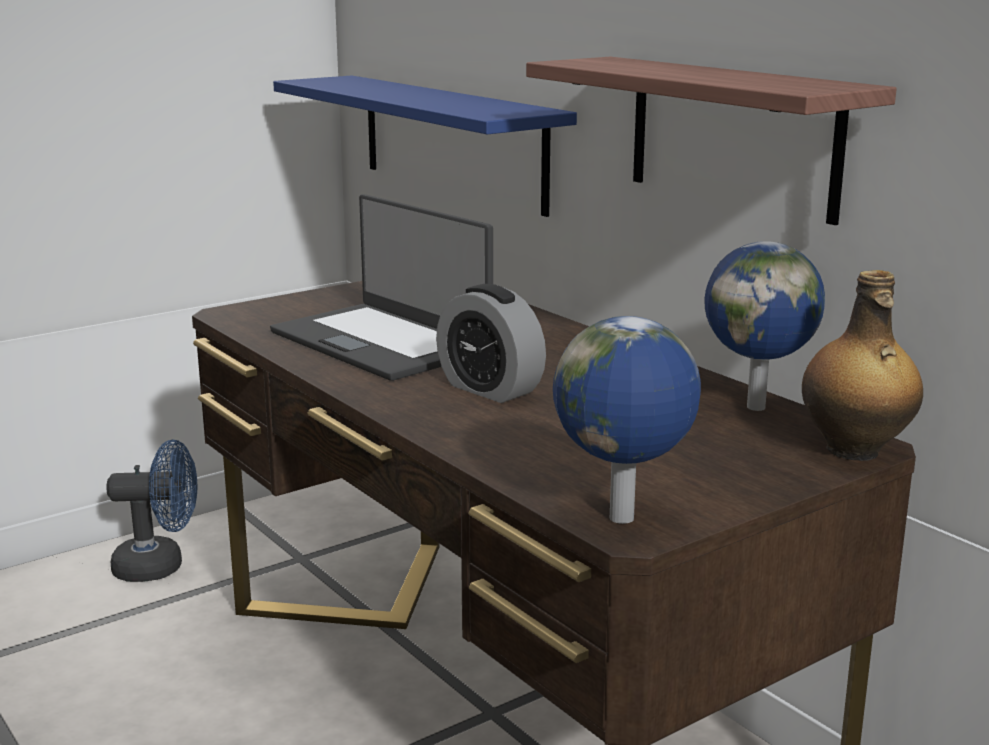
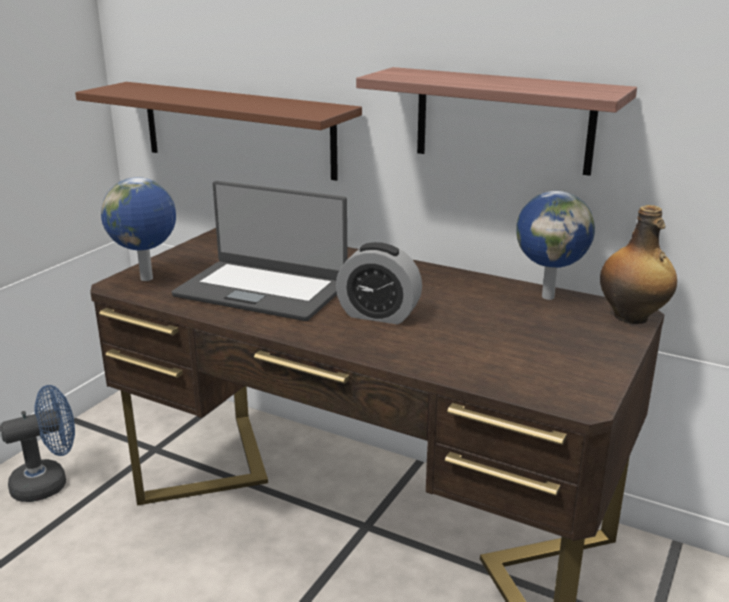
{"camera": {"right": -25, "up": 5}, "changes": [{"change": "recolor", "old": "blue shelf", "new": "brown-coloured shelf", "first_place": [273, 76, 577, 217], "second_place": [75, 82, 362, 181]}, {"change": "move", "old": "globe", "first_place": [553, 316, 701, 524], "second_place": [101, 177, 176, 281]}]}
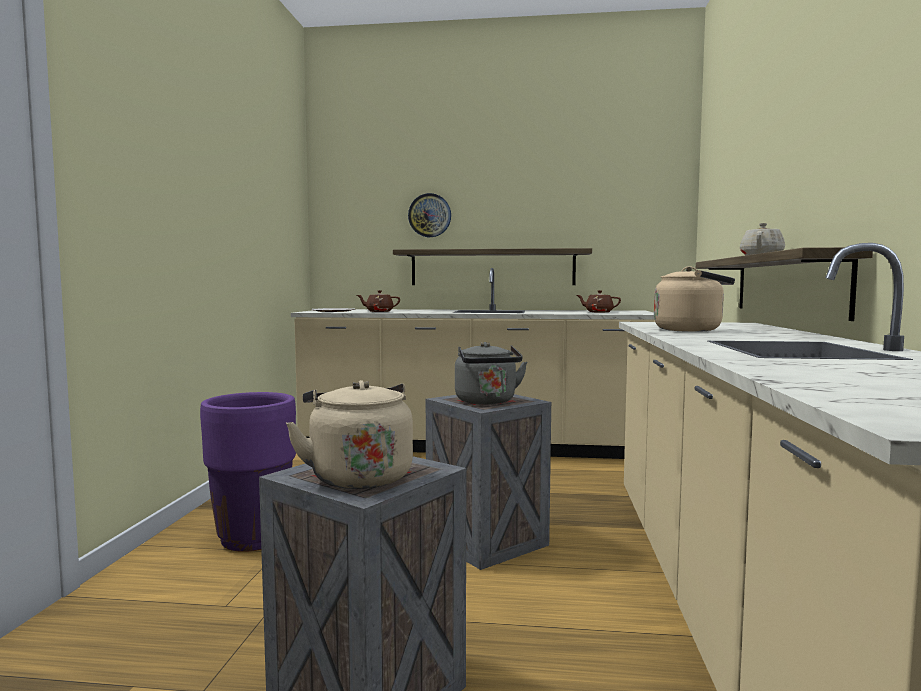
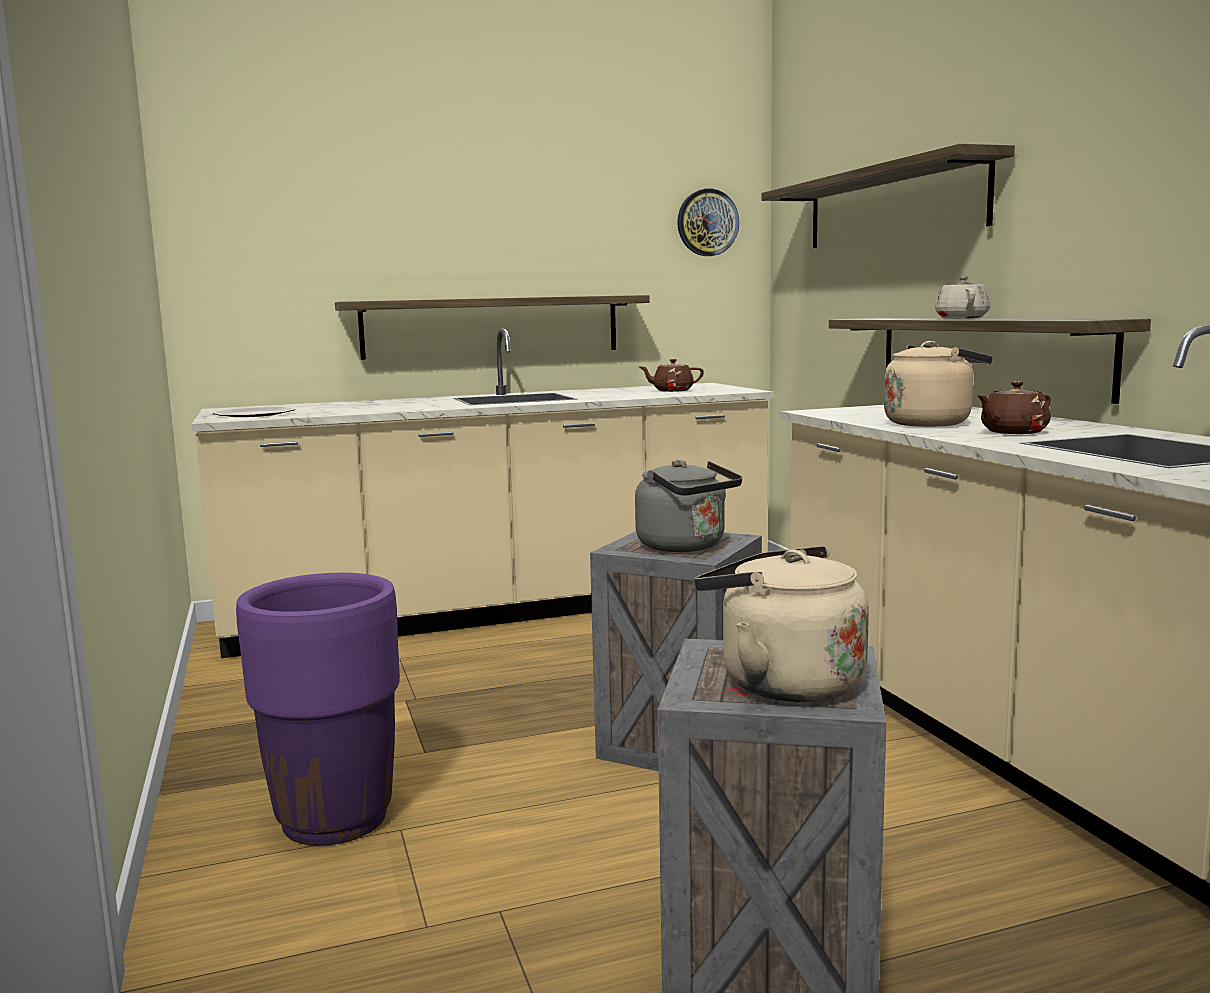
{"camera": {"right": -25, "up": 5}, "changes": [{"change": "move", "old": "hanging clock", "first_place": [408, 193, 451, 237], "second_place": [677, 188, 739, 256]}, {"change": "insert", "new": "shelf", "second_place": [761, 144, 1015, 248]}, {"change": "move", "old": "brown-coloured pot for tea", "first_place": [357, 290, 400, 312], "second_place": [978, 381, 1051, 434]}]}
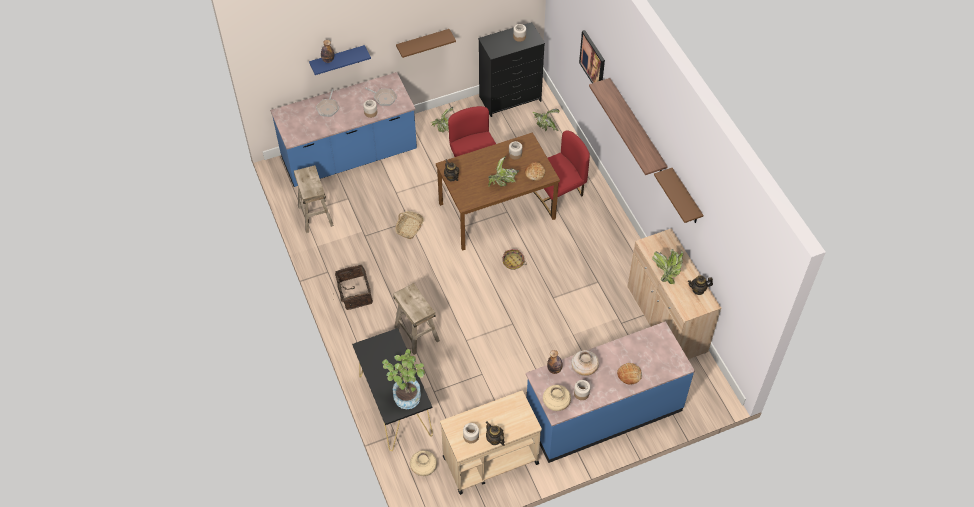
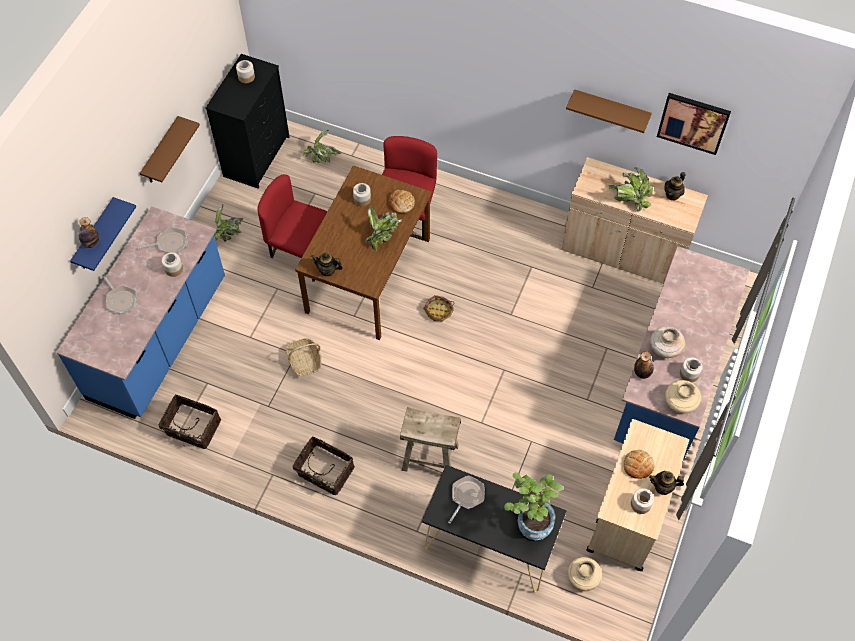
{"camera": {"right": -45, "up": 5}, "changes": [{"change": "replace", "old": "sand-coloured stool", "new": "household basket", "first_place": [294, 165, 334, 233], "second_place": [159, 395, 222, 449]}, {"change": "insert", "new": "skillet", "second_place": [448, 475, 485, 524]}, {"change": "move", "old": "bread", "first_place": [617, 363, 642, 385], "second_place": [624, 450, 655, 479]}, {"change": "move", "old": "picture", "first_place": [579, 30, 605, 83], "second_place": [657, 93, 731, 155]}, {"change": "delete", "old": "shelf", "first_place": [589, 78, 668, 175]}]}
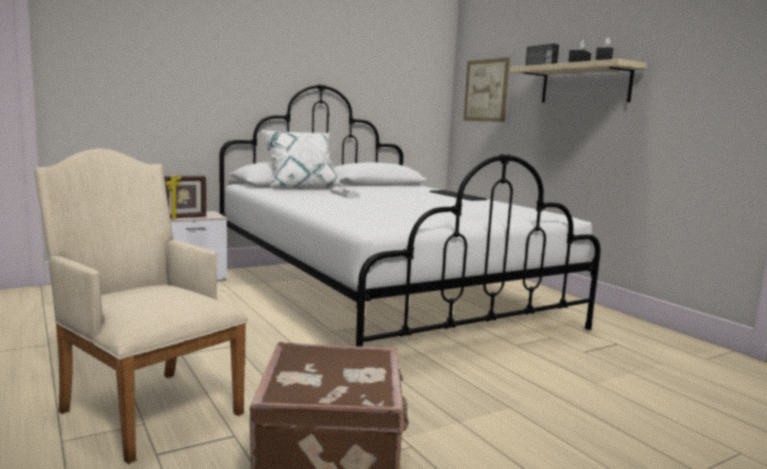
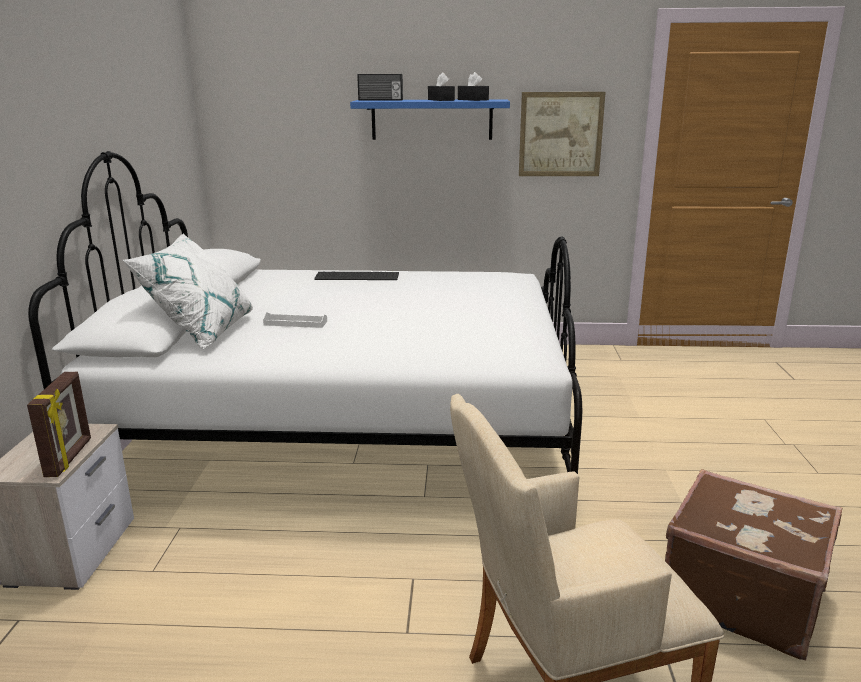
{"camera": {"right": -55, "up": 10}, "changes": [{"change": "recolor", "old": "sand-coloured shelf", "new": "blue shelf", "first_place": [510, 59, 647, 103], "second_place": [350, 99, 510, 140]}, {"change": "move", "old": "picture", "first_place": [463, 57, 510, 122], "second_place": [519, 92, 606, 176]}]}
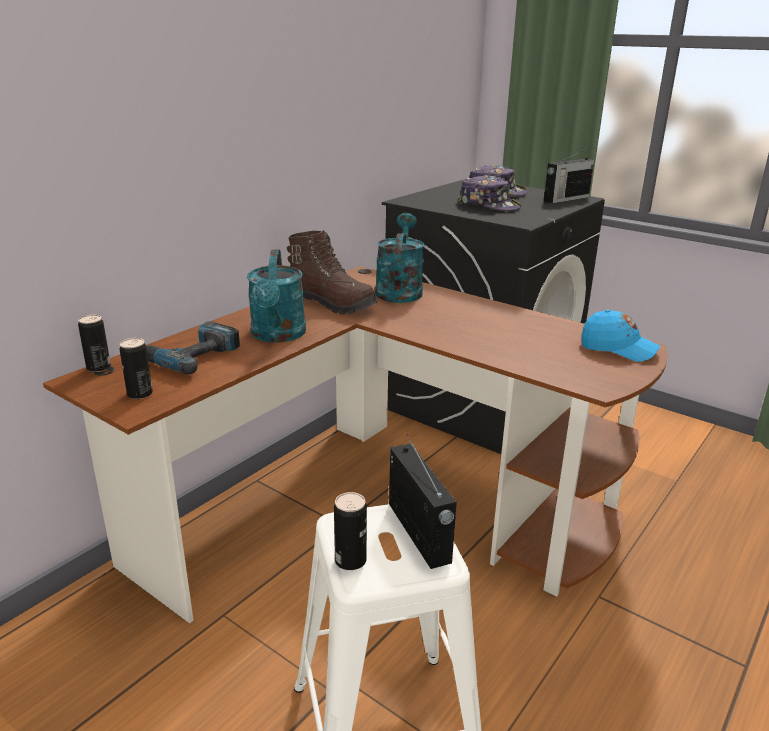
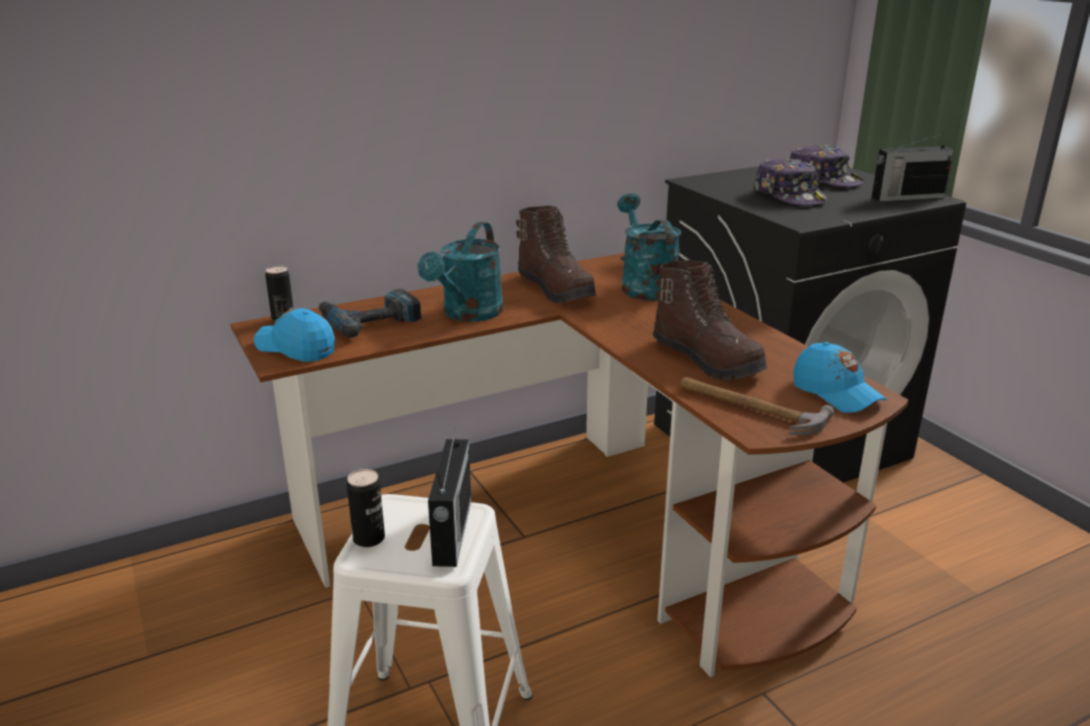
{"camera": {"right": 25, "up": 0}, "changes": [{"change": "replace", "old": "can", "new": "blue peaked cap", "first_place": [120, 338, 153, 399], "second_place": [254, 308, 335, 362]}, {"change": "rotate", "old": "turquoise sprinkling can", "first_place": [375, 213, 425, 303], "second_place": [617, 193, 681, 301], "degrees": -45}, {"change": "insert", "new": "brown-coloured tall boot", "second_place": [653, 260, 767, 381]}, {"change": "insert", "new": "hand hammer", "second_place": [680, 377, 834, 435]}]}
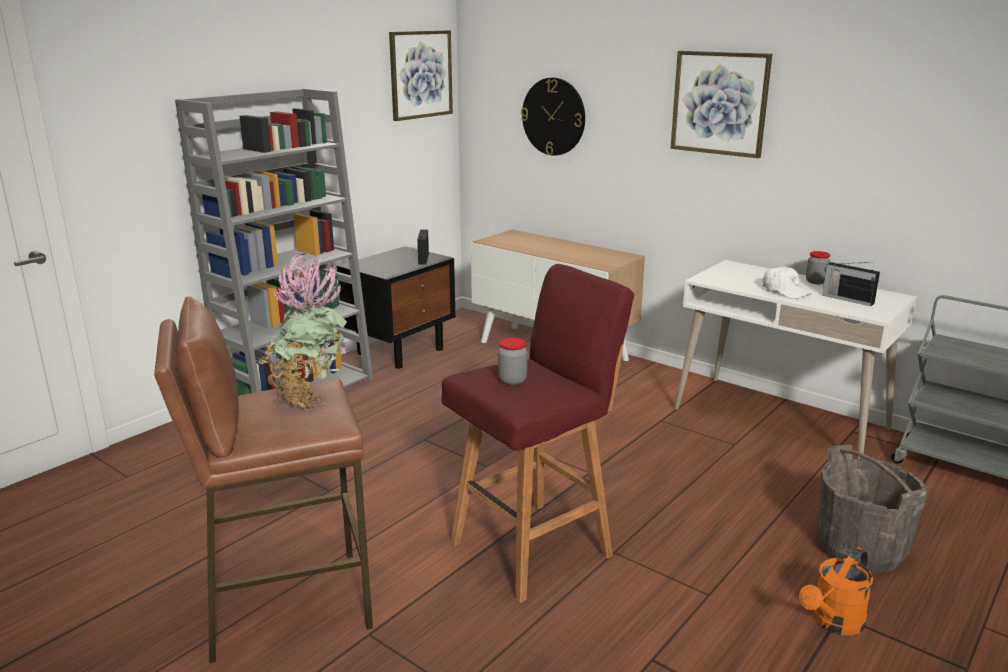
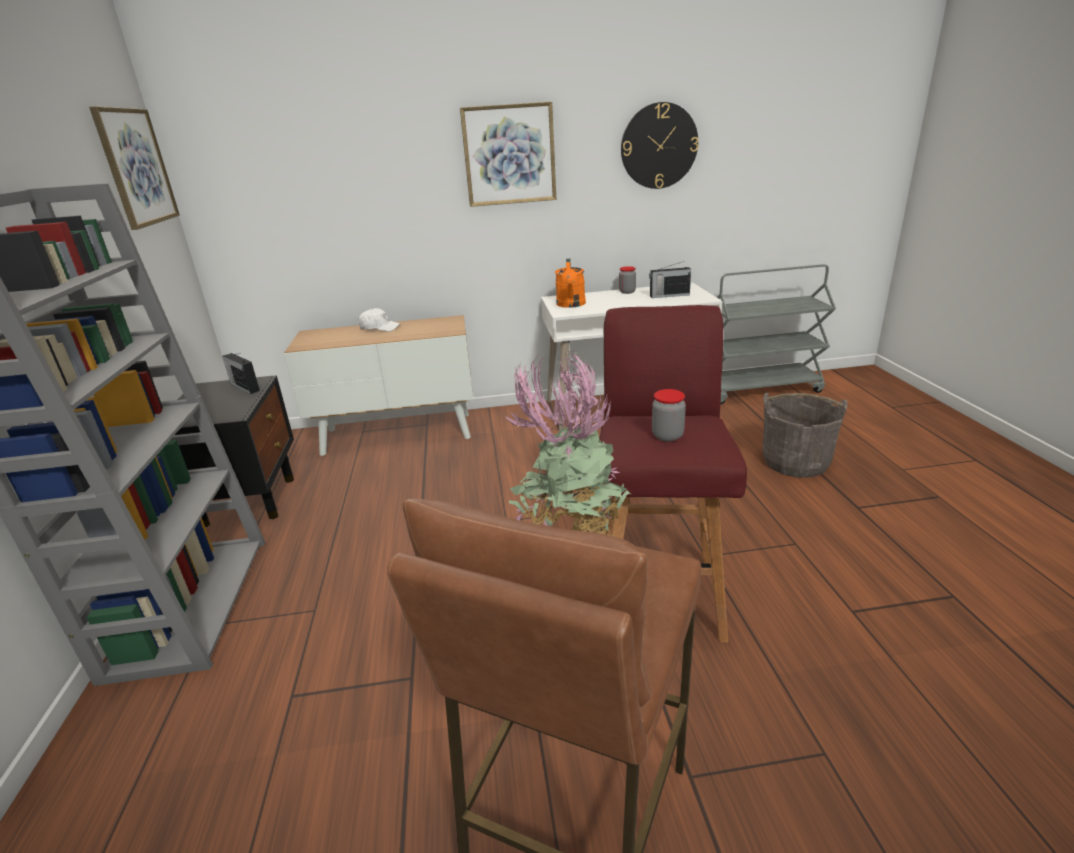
{"camera": {"right": -45, "up": 5}, "changes": [{"change": "move", "old": "white-coloured peaked cap", "first_place": [763, 266, 811, 299], "second_place": [358, 308, 400, 331]}, {"change": "move", "old": "orange sprinkling can", "first_place": [799, 547, 873, 636], "second_place": [555, 259, 586, 308]}, {"change": "move", "old": "hanging clock", "first_place": [521, 78, 585, 156], "second_place": [621, 102, 699, 189]}]}
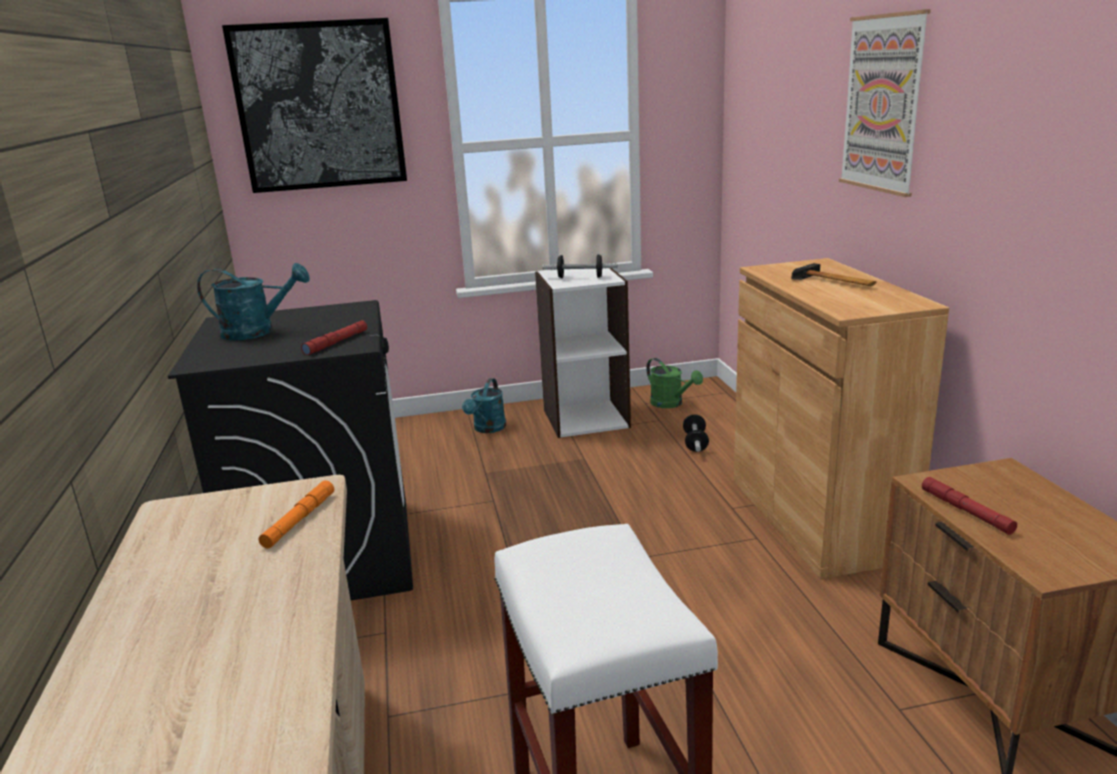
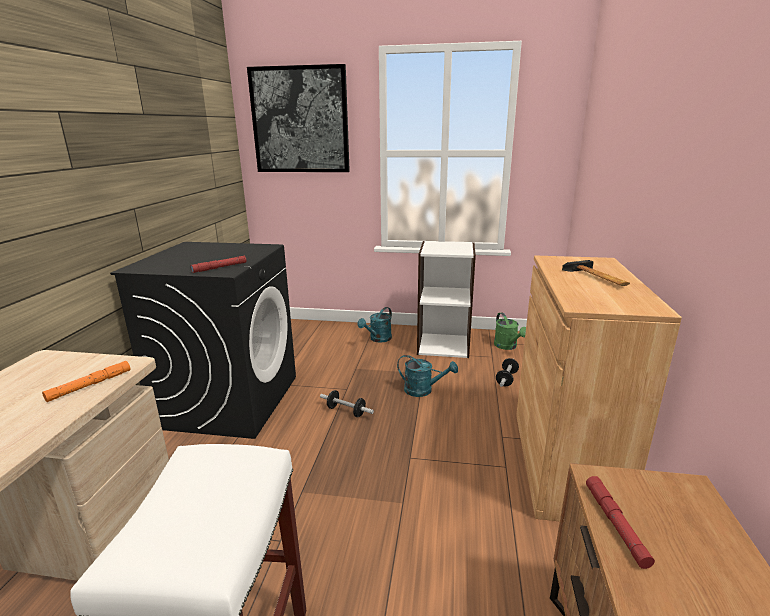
{"camera": {"right": 20, "up": 0}, "changes": [{"change": "move", "old": "dumbbell", "first_place": [542, 254, 618, 278], "second_place": [320, 390, 374, 417]}, {"change": "move", "old": "turquoise sprinkling can", "first_place": [197, 263, 310, 340], "second_place": [397, 355, 458, 397]}, {"change": "delete", "old": "picture", "first_place": [839, 9, 931, 197]}]}
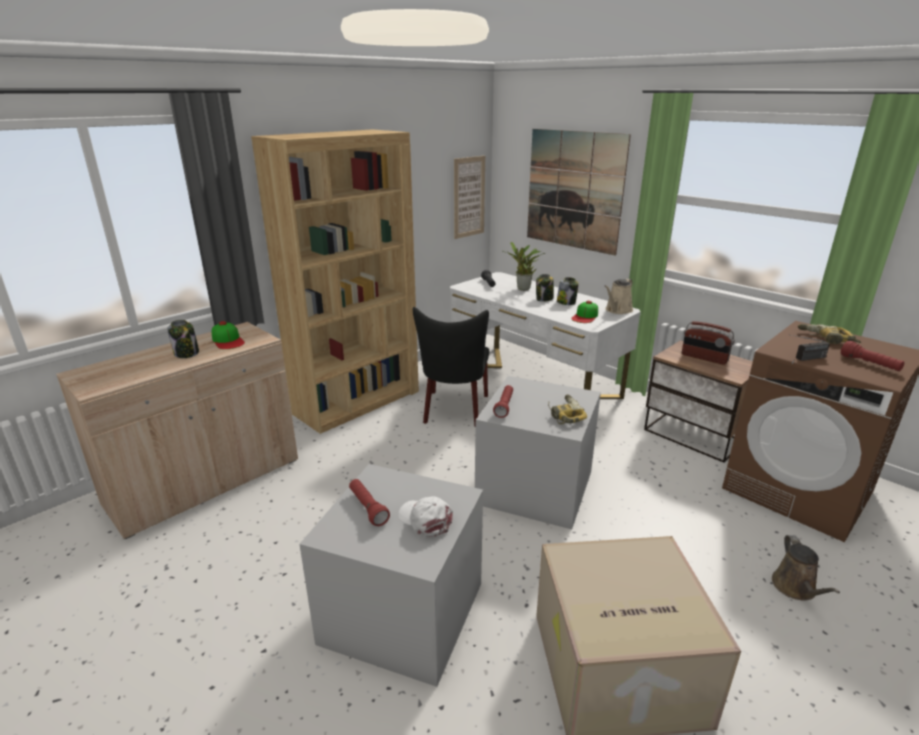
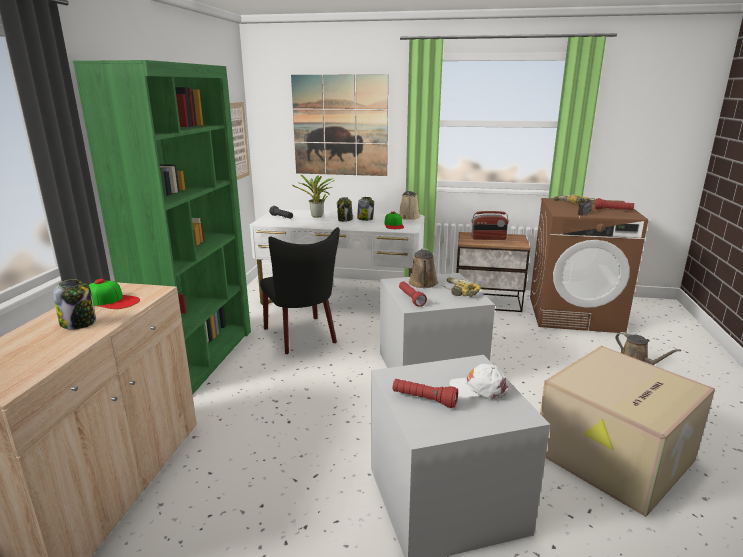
{"camera": {"right": -35, "up": -5}, "changes": [{"change": "recolor", "old": "brown-coloured bookcase", "new": "green bookcase", "first_place": [251, 129, 419, 434], "second_place": [73, 60, 251, 395]}, {"change": "insert", "new": "brown-coloured sprinkling can", "second_place": [409, 248, 438, 288]}]}
